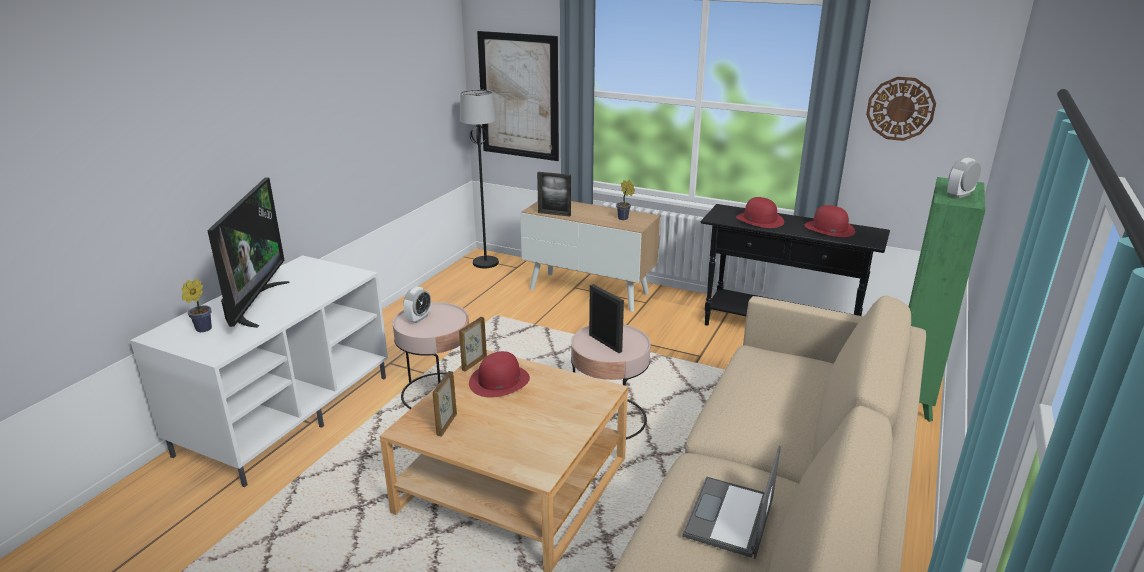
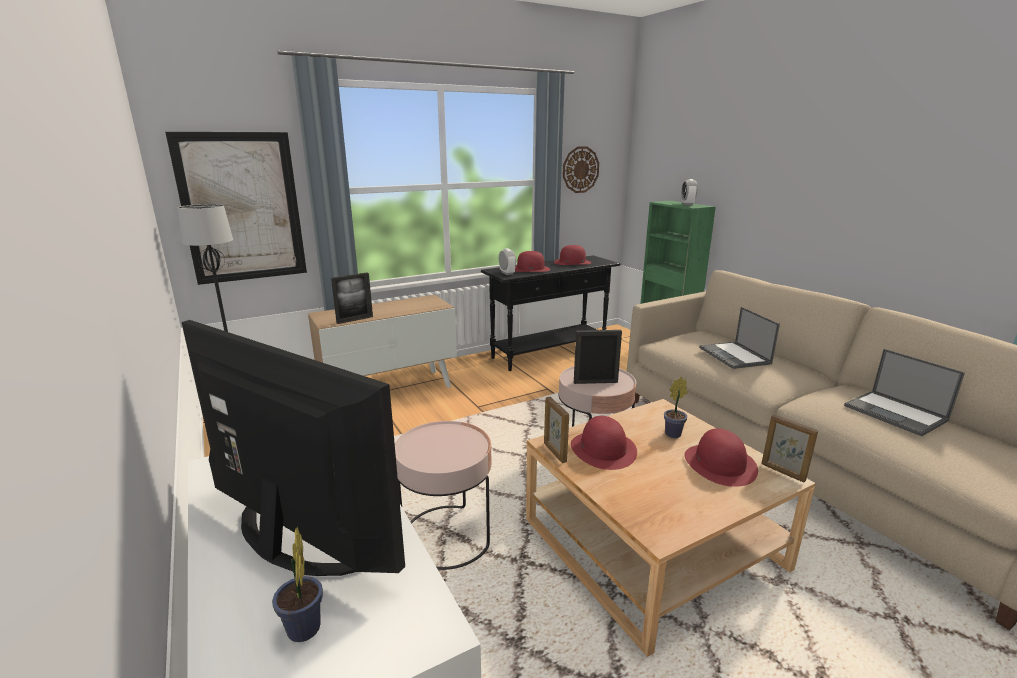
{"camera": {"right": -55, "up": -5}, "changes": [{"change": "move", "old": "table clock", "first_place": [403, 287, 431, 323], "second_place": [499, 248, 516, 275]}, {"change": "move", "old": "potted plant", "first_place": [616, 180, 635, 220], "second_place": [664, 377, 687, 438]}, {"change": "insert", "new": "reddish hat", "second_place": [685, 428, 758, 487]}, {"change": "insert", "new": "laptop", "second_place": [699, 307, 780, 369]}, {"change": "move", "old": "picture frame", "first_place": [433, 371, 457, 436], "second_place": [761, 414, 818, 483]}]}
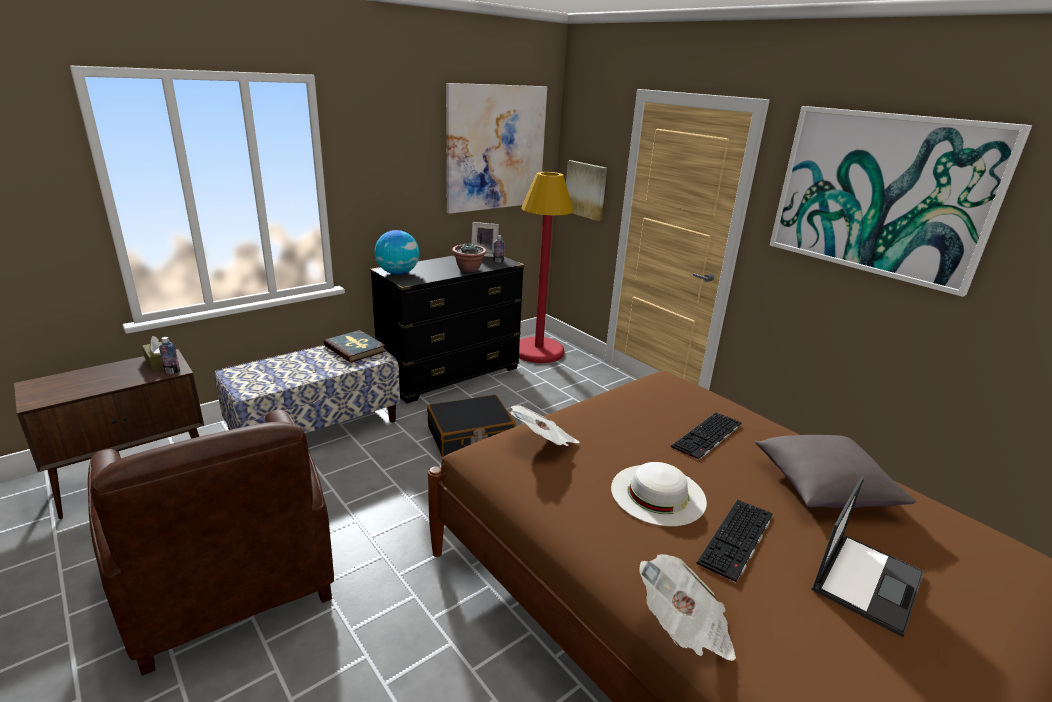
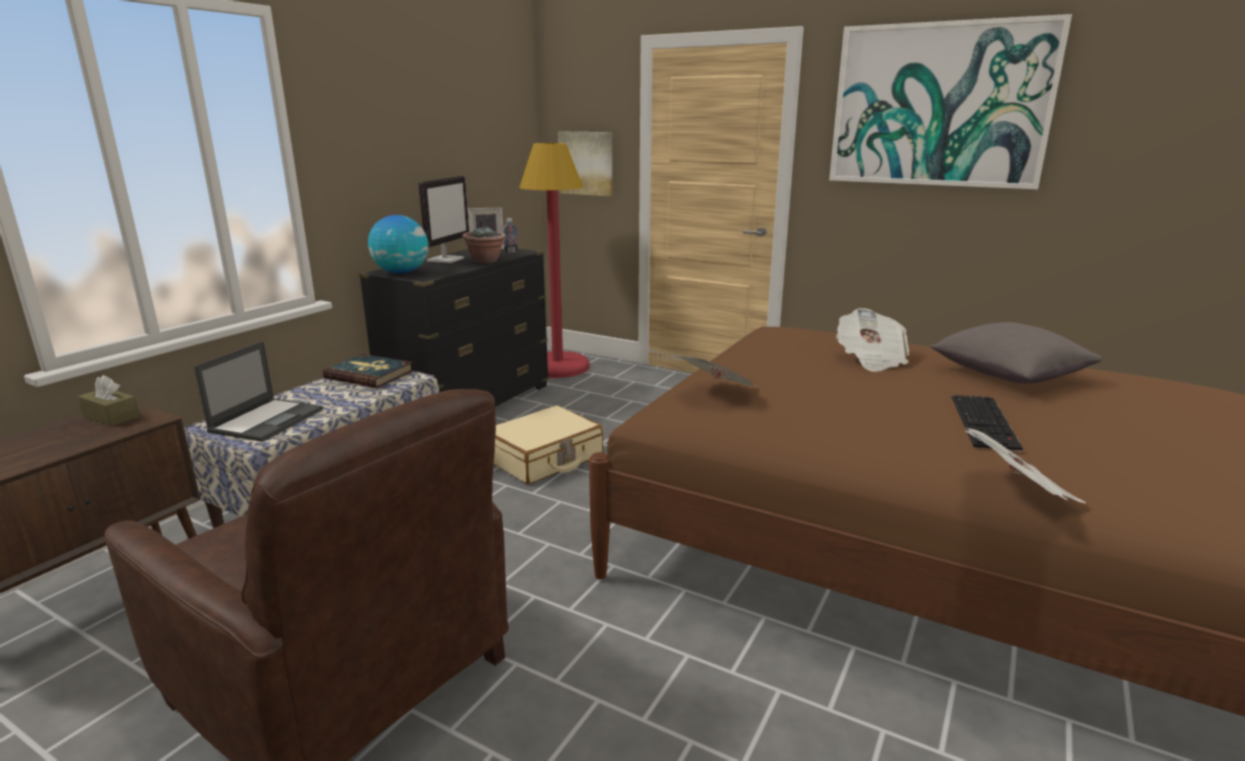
{"camera": {"right": -20, "up": -5}, "changes": [{"change": "move", "old": "laptop", "first_place": [811, 476, 924, 637], "second_place": [194, 341, 323, 442]}, {"change": "insert", "new": "computer screen", "second_place": [419, 176, 469, 263]}, {"change": "recolor", "old": "black-coloured travel case", "new": "sand-coloured travel case", "first_place": [427, 395, 516, 457], "second_place": [494, 405, 603, 484]}, {"change": "replace", "old": "computer keyboard", "new": "daily paper", "first_place": [671, 412, 742, 460], "second_place": [836, 308, 909, 372]}, {"change": "delete", "old": "bottle", "first_place": [159, 337, 180, 374]}, {"change": "delete", "old": "picture", "first_place": [446, 83, 547, 214]}, {"change": "delete", "old": "white-coloured hat", "first_place": [611, 462, 707, 526]}]}
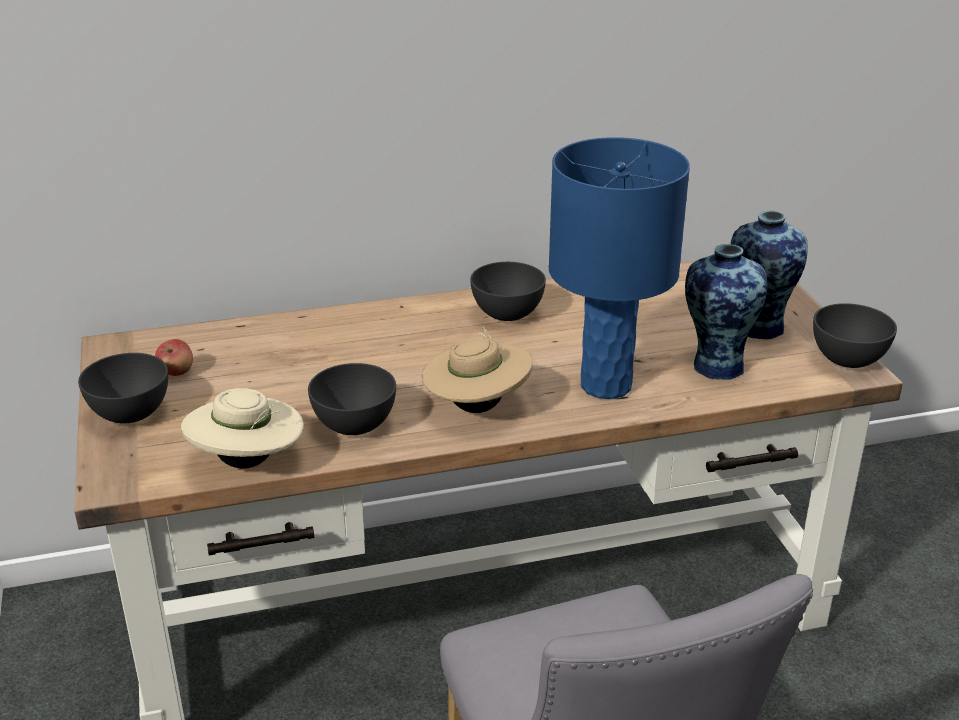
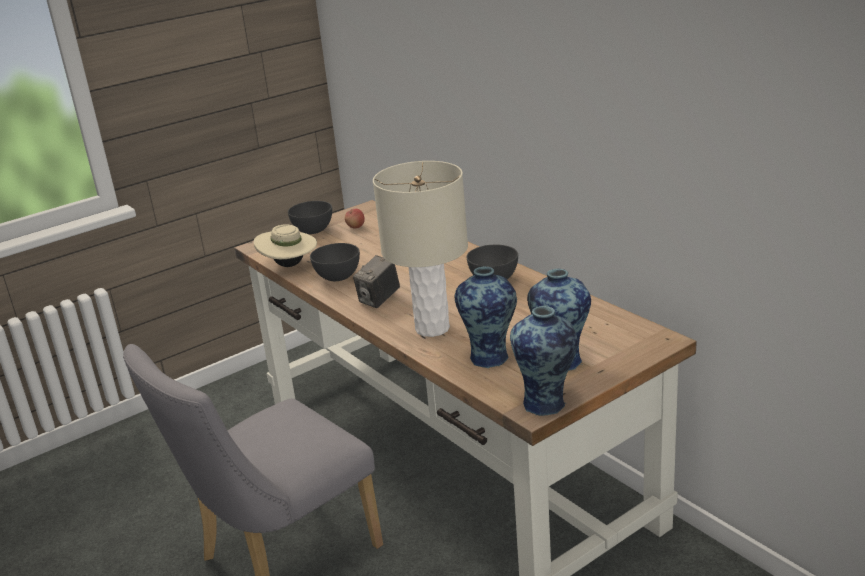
{"camera": {"right": 70, "up": -5}, "changes": [{"change": "replace", "old": "sand-coloured hat", "new": "still camera", "first_place": [422, 327, 533, 413], "second_place": [353, 255, 400, 308]}, {"change": "recolor", "old": "blue table lamp", "new": "sand-coloured table lamp", "first_place": [549, 137, 690, 399], "second_place": [373, 161, 468, 337]}, {"change": "replace", "old": "greyish bowl", "new": "flower vase", "first_place": [813, 303, 897, 368], "second_place": [510, 306, 578, 416]}]}
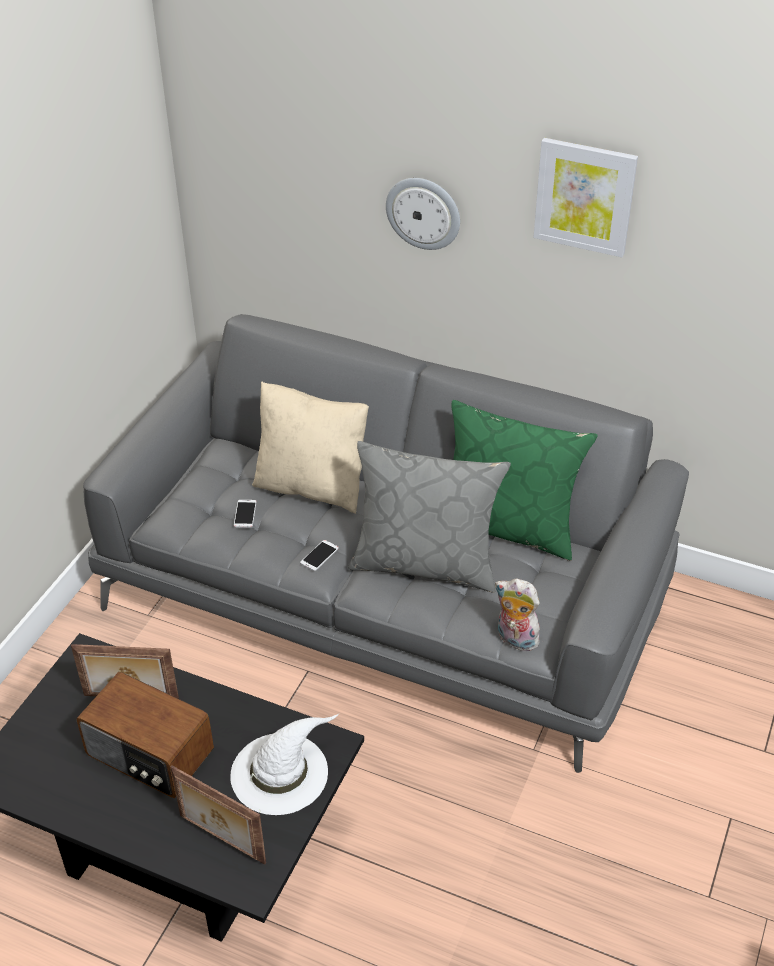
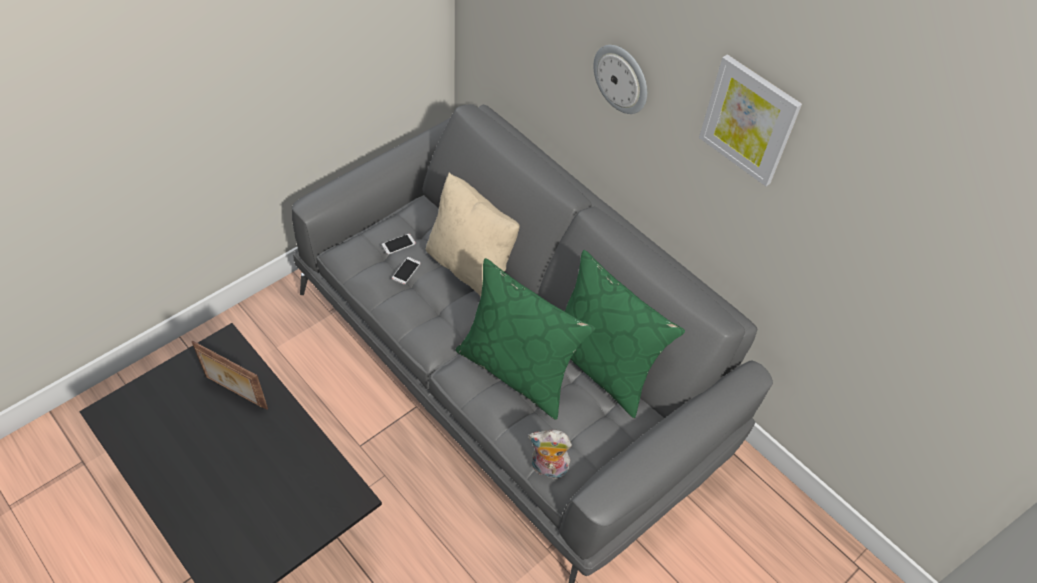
{"camera": {"right": 20, "up": 10}, "changes": [{"change": "move", "old": "telephone", "first_place": [300, 540, 339, 571], "second_place": [382, 234, 416, 255]}, {"change": "recolor", "old": "greyish pillow", "new": "green pillow", "first_place": [348, 441, 511, 592], "second_place": [456, 258, 595, 420]}, {"change": "rotate", "old": "cuddly toy", "first_place": [495, 579, 540, 651], "second_place": [529, 430, 572, 479], "degrees": -45}, {"change": "delete", "old": "radio", "first_place": [76, 672, 214, 798]}, {"change": "delete", "old": "picture frame", "first_place": [170, 766, 266, 865]}, {"change": "delete", "old": "white-coloured hat", "first_place": [230, 714, 339, 815]}]}
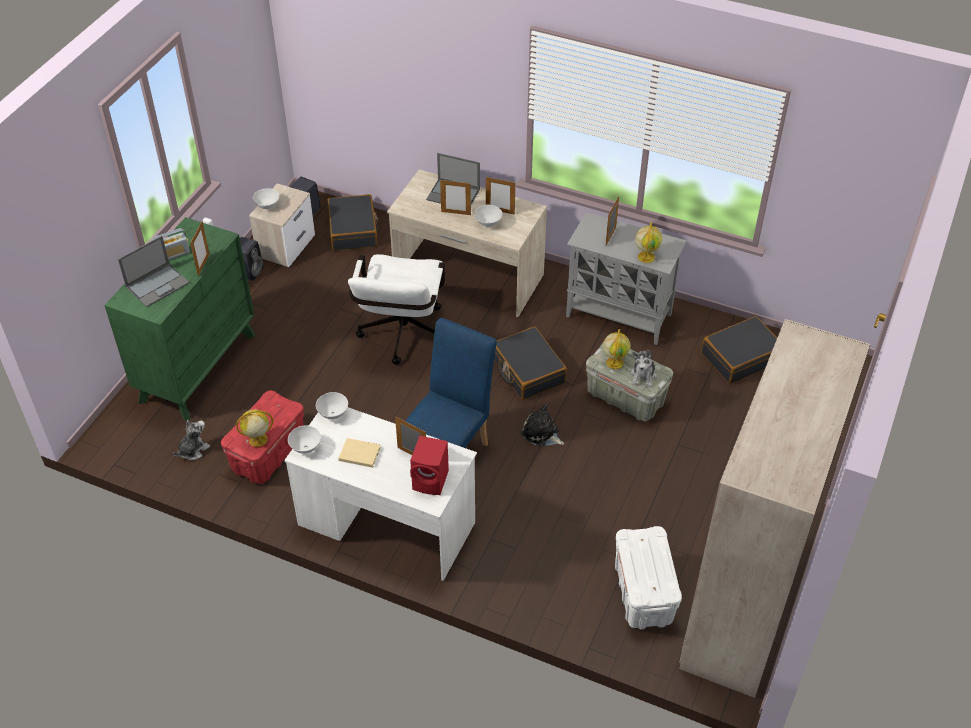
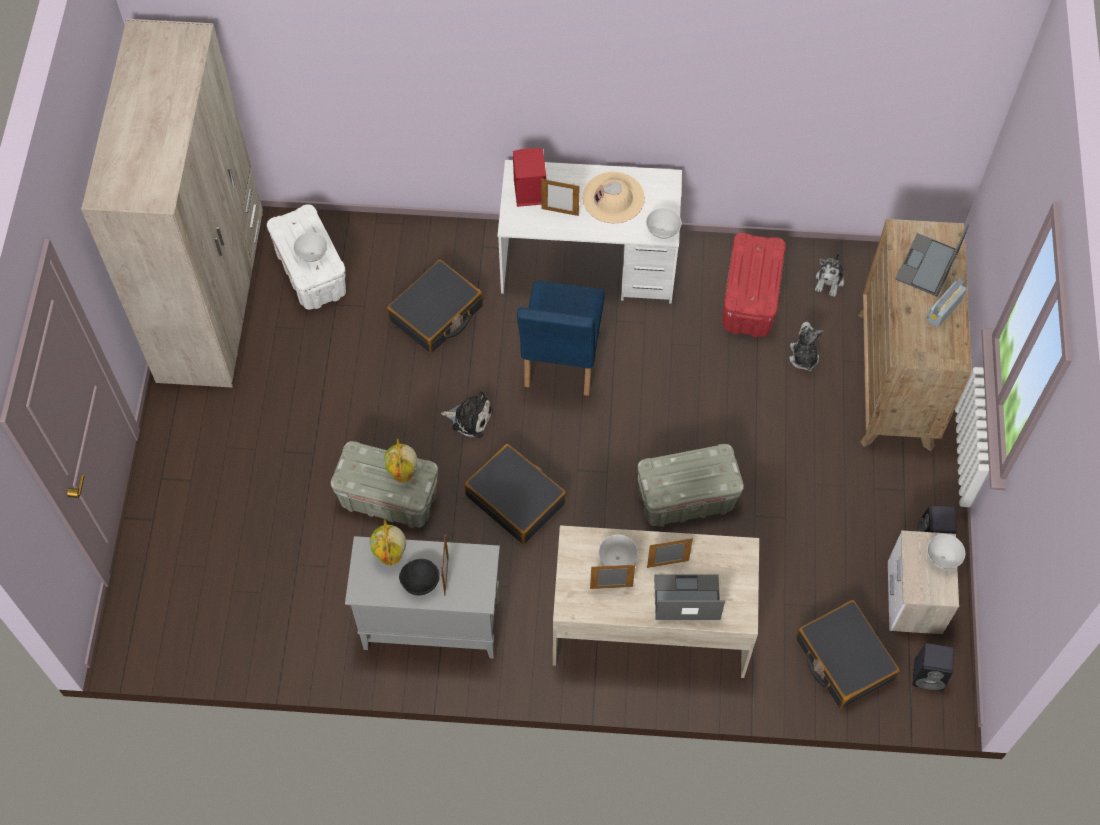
{"camera": {"right": 160, "up": 15}, "changes": [{"change": "move", "old": "white-coloured bowl", "first_place": [288, 425, 321, 454], "second_place": [293, 232, 327, 262]}, {"change": "move", "old": "black-coloured travel case", "first_place": [701, 316, 777, 384], "second_place": [387, 260, 483, 353]}, {"change": "insert", "new": "black-coloured bowl", "second_place": [399, 559, 439, 596]}, {"change": "replace", "old": "sand-coloured book", "new": "sand-coloured hat", "first_place": [339, 438, 381, 468], "second_place": [582, 172, 645, 223]}, {"change": "replace", "old": "white-coloured computer chair", "new": "greyish storage box", "first_place": [348, 254, 445, 365], "second_place": [637, 444, 744, 527]}, {"change": "move", "old": "cuddly toy", "first_place": [631, 349, 657, 387], "second_place": [789, 322, 823, 372]}, {"change": "recolor", "old": "green drawer chest", "new": "brown-coloured drawer chest", "first_place": [104, 217, 255, 421], "second_place": [858, 219, 972, 451]}, {"change": "delete", "old": "picture frame", "first_place": [190, 221, 209, 276]}, {"change": "delete", "old": "globe", "first_place": [236, 409, 273, 447]}]}
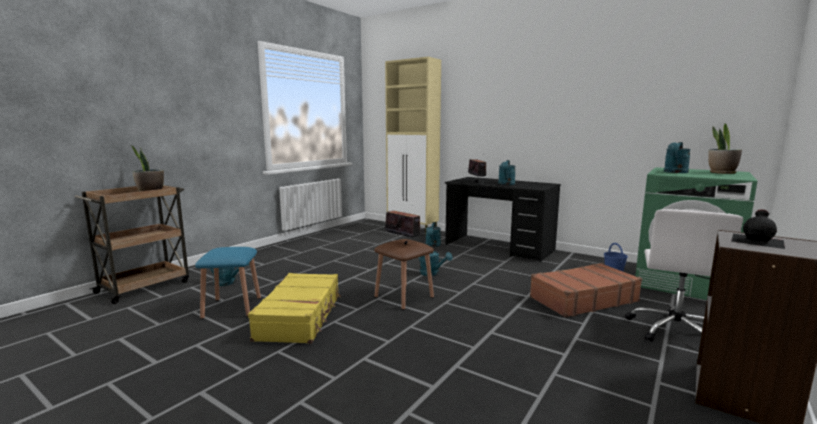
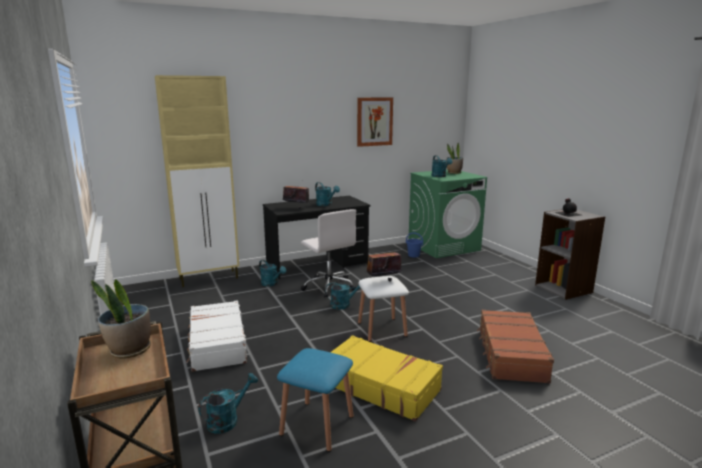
{"camera": {"right": -60, "up": 5}, "changes": [{"change": "insert", "new": "white-coloured travel case", "second_place": [186, 300, 247, 372]}, {"change": "move", "old": "white-coloured computer chair", "first_place": [625, 209, 743, 342], "second_place": [301, 209, 356, 298]}, {"change": "insert", "new": "picture", "second_place": [357, 97, 393, 147]}, {"change": "recolor", "old": "brown-coloured stool", "new": "white-coloured stool", "first_place": [374, 239, 434, 310], "second_place": [358, 276, 409, 342]}, {"change": "move", "old": "brown-coloured travel case", "first_place": [530, 263, 642, 317], "second_place": [477, 310, 554, 384]}]}
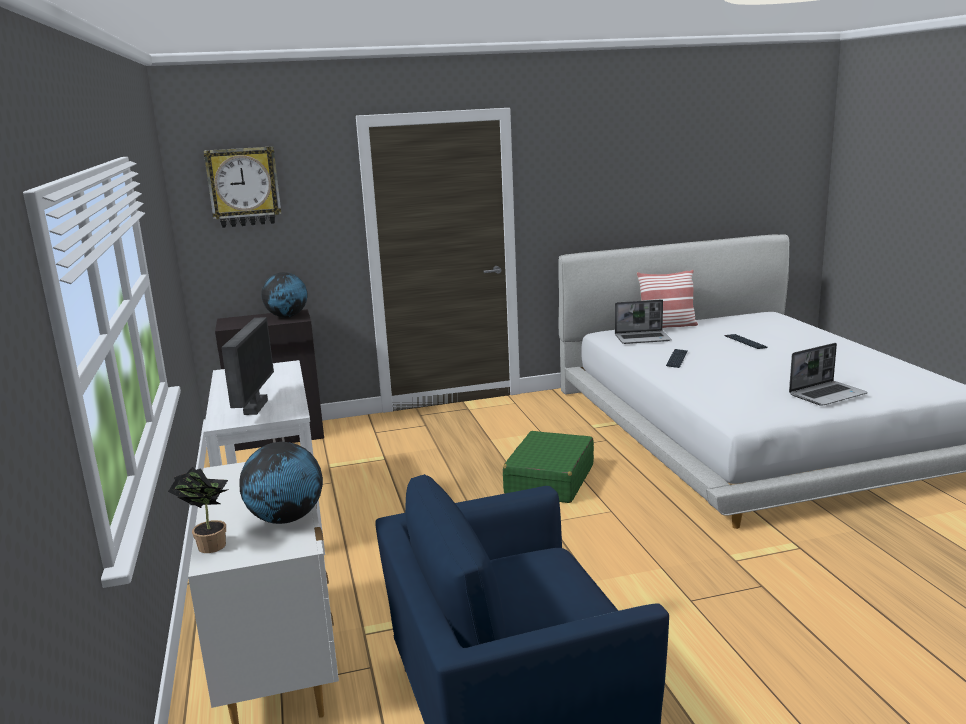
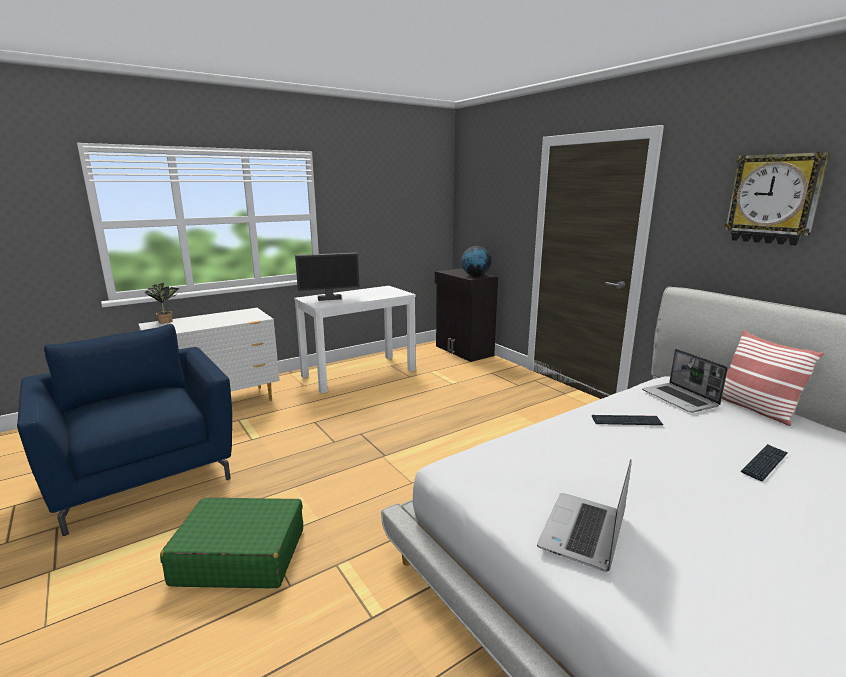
{"camera": {"right": 70, "up": 0}, "changes": [{"change": "move", "old": "green travel case", "first_place": [503, 431, 594, 503], "second_place": [160, 498, 303, 588]}, {"change": "rotate", "old": "laptop", "first_place": [789, 343, 868, 406], "second_place": [537, 459, 632, 572], "degrees": 75}, {"change": "move", "old": "hanging clock", "first_place": [204, 146, 281, 228], "second_place": [724, 152, 830, 246]}, {"change": "delete", "old": "globe", "first_place": [239, 442, 323, 524]}]}
